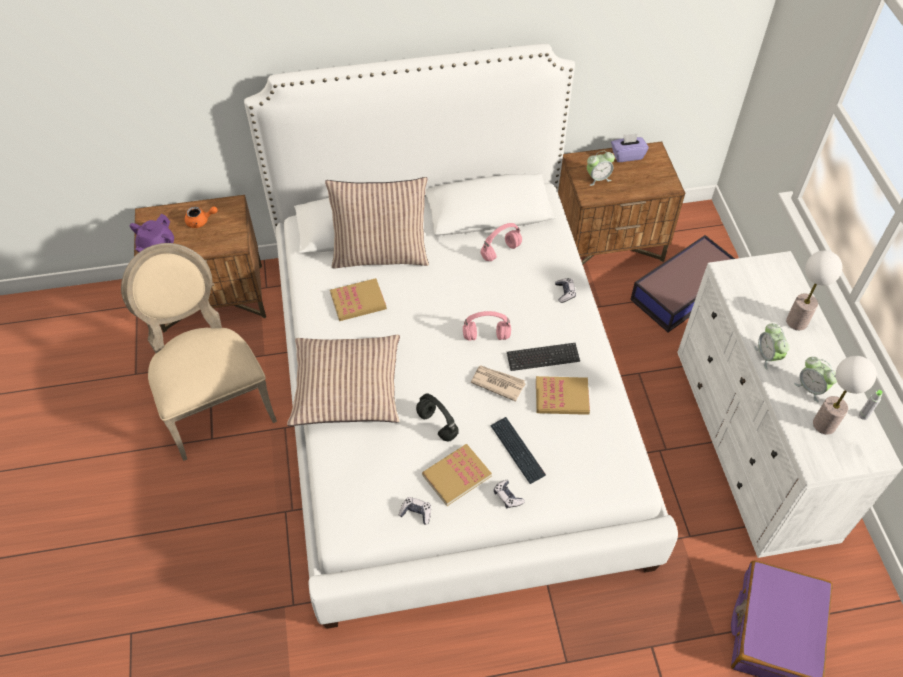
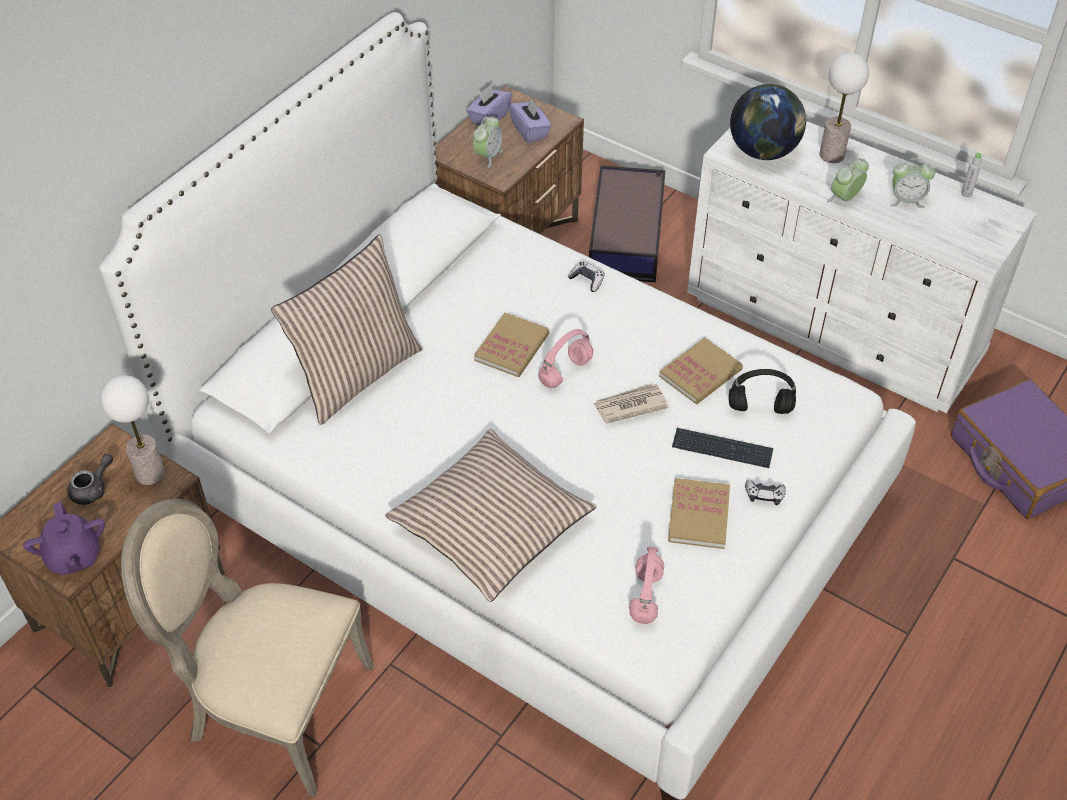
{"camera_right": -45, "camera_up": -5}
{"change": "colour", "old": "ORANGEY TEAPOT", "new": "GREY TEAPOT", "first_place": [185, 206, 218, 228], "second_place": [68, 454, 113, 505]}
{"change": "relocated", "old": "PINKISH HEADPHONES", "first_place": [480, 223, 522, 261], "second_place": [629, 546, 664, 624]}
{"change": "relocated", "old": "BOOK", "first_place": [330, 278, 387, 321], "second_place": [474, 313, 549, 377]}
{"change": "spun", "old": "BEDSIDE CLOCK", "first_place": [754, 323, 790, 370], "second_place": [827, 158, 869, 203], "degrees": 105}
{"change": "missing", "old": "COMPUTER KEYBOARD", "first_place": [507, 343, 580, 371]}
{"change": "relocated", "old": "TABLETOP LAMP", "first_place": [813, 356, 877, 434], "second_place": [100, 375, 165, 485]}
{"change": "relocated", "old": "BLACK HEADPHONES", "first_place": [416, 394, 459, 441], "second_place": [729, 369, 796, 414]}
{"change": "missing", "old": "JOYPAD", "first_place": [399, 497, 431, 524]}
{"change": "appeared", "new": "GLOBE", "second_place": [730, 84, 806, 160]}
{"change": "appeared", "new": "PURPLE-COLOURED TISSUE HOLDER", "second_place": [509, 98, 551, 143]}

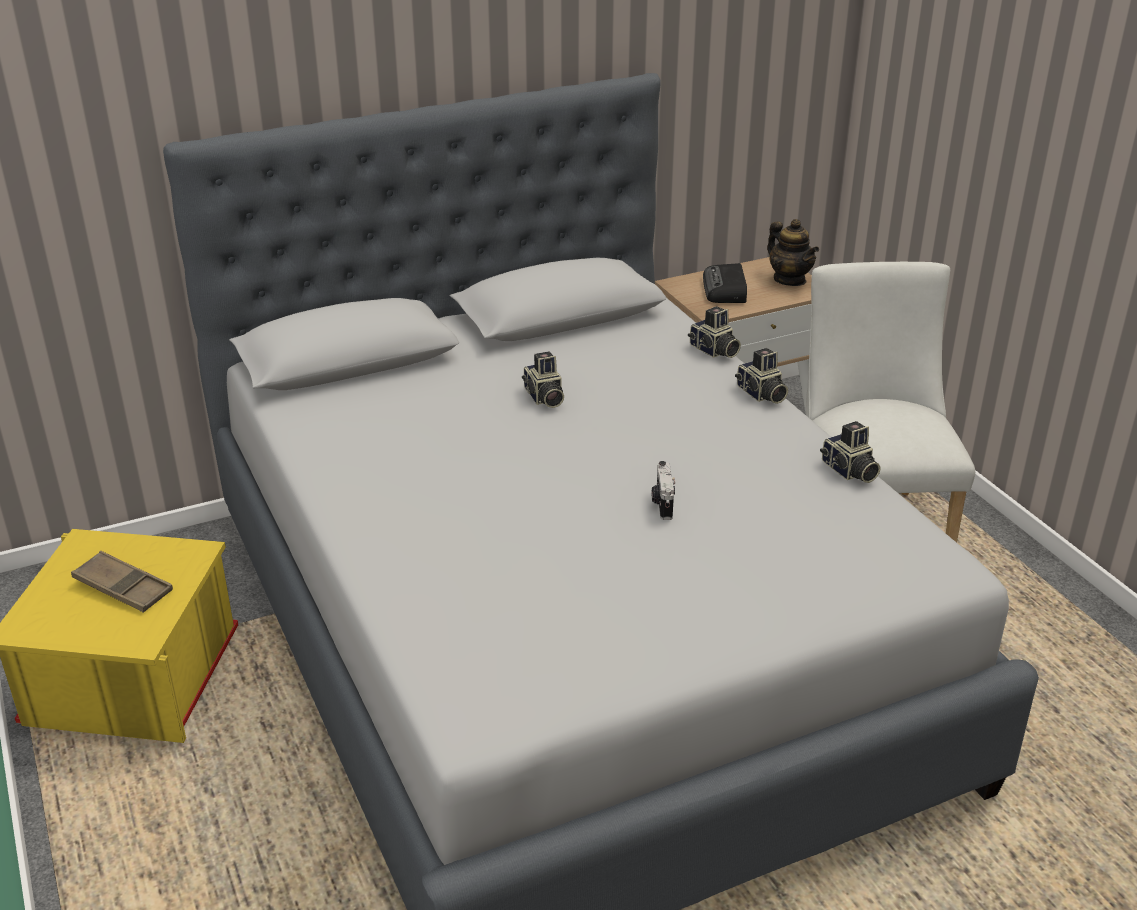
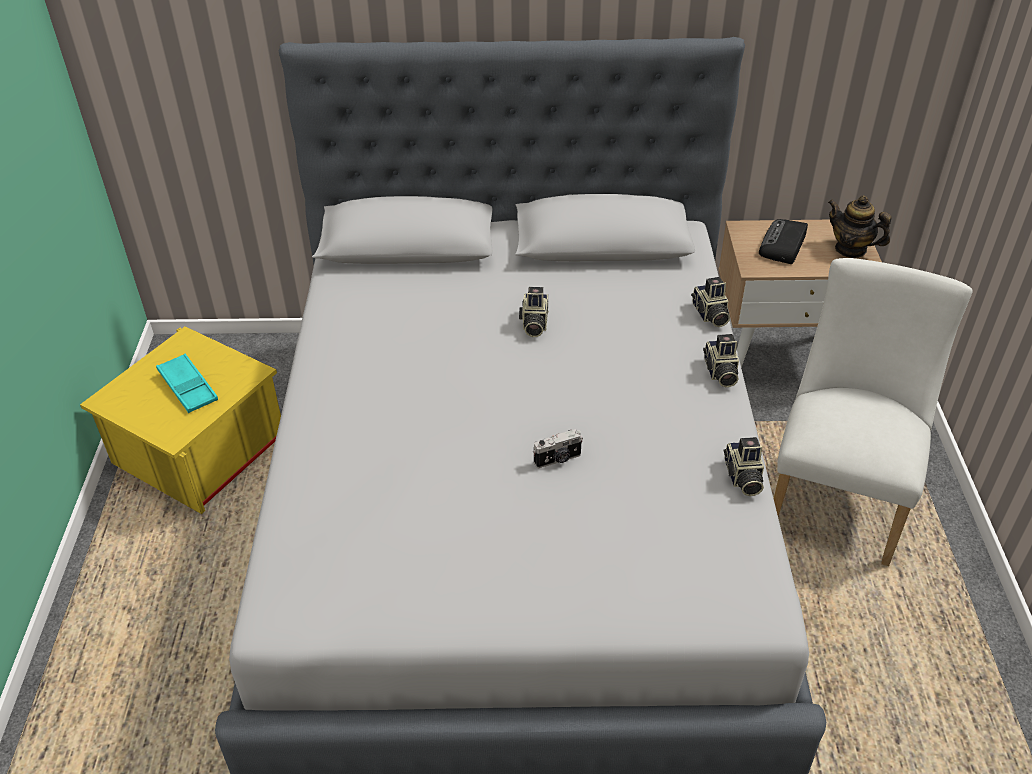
{"camera_right": 25, "camera_up": 10}
{"change": "spun", "old": "TEAPOT", "first_place": [767, 219, 819, 286], "second_place": [828, 195, 892, 258], "degrees": 135}
{"change": "spun", "old": "PHOTO CAMERA", "first_place": [652, 461, 675, 520], "second_place": [533, 429, 583, 468], "degrees": -135}
{"change": "colour", "old": "BROWNISH SERVING TRAY", "new": "TURQUOISE SERVING TRAY", "first_place": [71, 551, 173, 613], "second_place": [156, 354, 218, 413]}

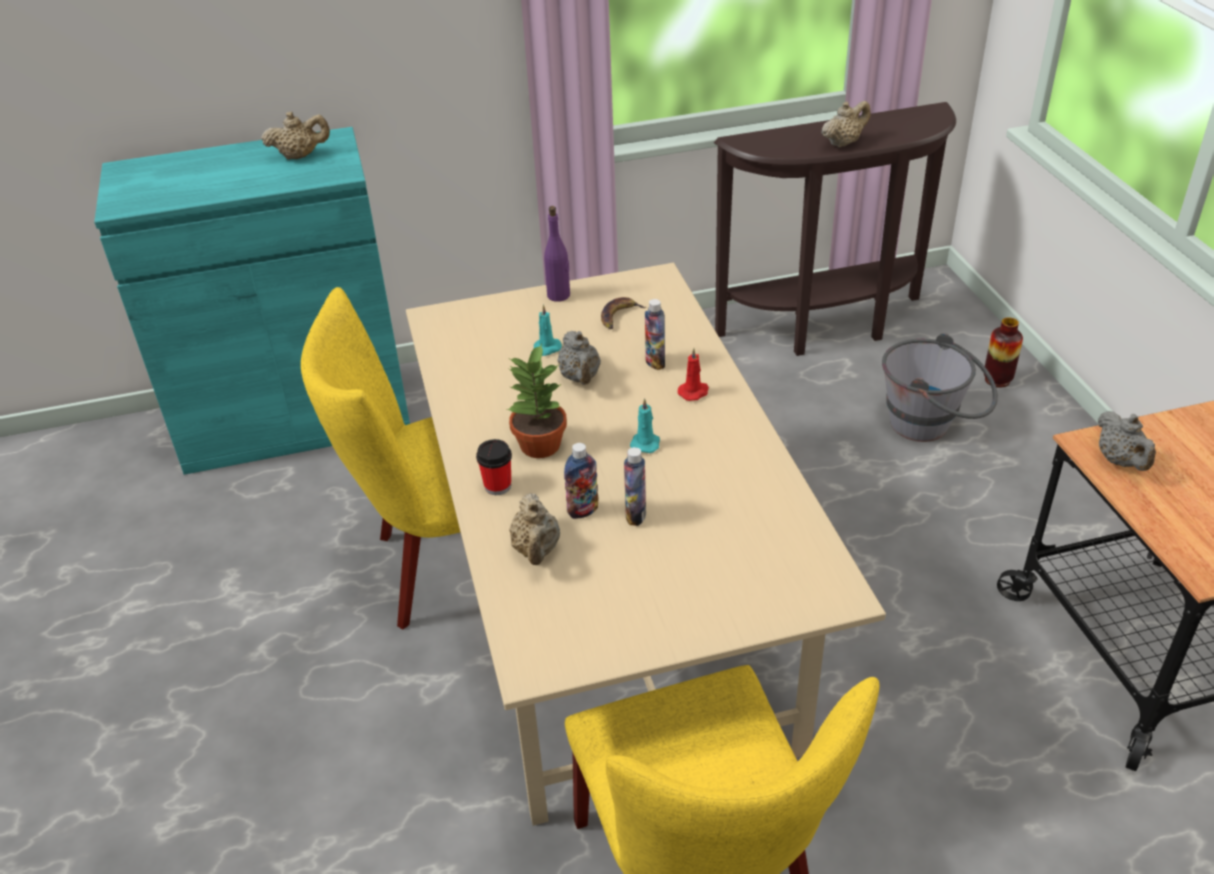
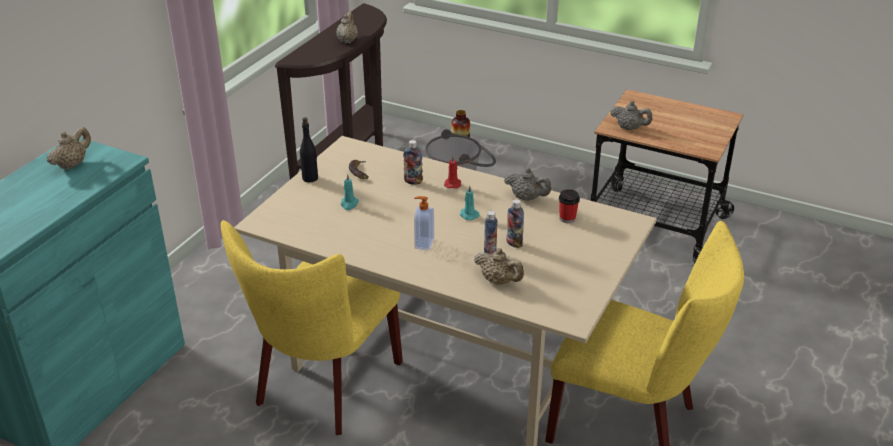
{"camera_right": -50, "camera_up": -5}
{"change": "colour", "old": "PURPLE-COLOURED DRINK BOTTLE", "new": "BLACK DRINK BOTTLE", "first_place": [544, 206, 570, 302], "second_place": [300, 117, 318, 182]}
{"change": "relocated", "old": "GREY TEAPOT", "first_place": [557, 331, 601, 385], "second_place": [504, 167, 551, 201]}
{"change": "exchanged", "old": "PLANT IN A POT", "new": "SOAP BOTTLE", "first_place": [507, 343, 567, 458], "second_place": [414, 196, 434, 251]}
{"change": "relocated", "old": "SMALL CUP", "first_place": [476, 439, 512, 495], "second_place": [559, 189, 580, 223]}

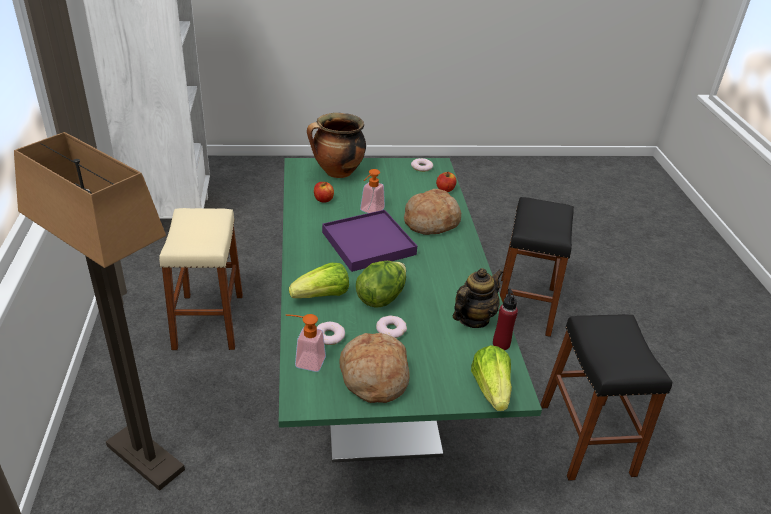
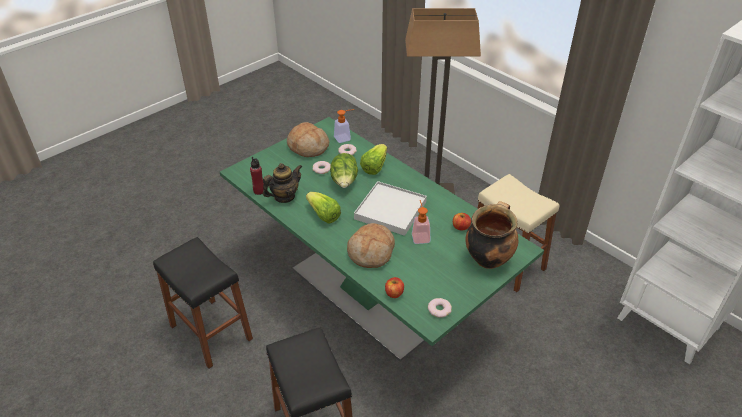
{"camera_right": 145, "camera_up": 5}
{"change": "colour", "old": "PURPLE-COLOURED SERVING TRAY", "new": "WHITE-COLOURED SERVING TRAY", "first_place": [322, 210, 417, 272], "second_place": [354, 181, 427, 236]}
{"change": "spun", "old": "TEAPOT", "first_place": [453, 268, 503, 328], "second_place": [263, 163, 302, 203], "degrees": -135}
{"change": "relocated", "old": "HEAD OF LETTUCE", "first_place": [471, 345, 512, 411], "second_place": [306, 192, 341, 223]}

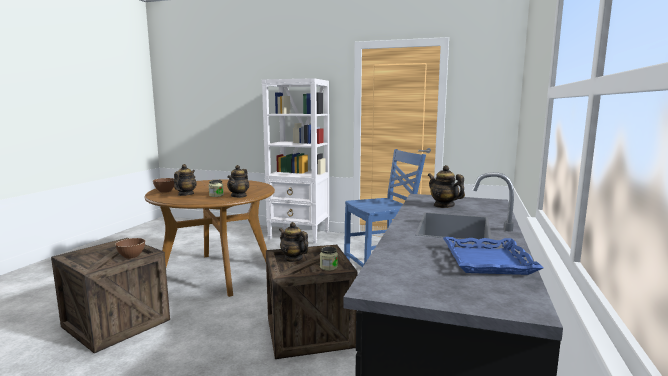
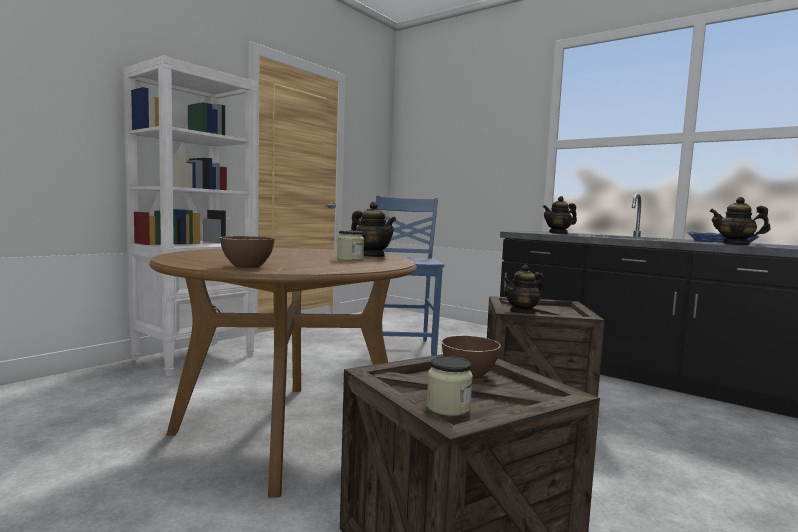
{"camera_right": -70, "camera_up": -5}
{"change": "relocated", "old": "TEAPOT", "first_place": [174, 164, 197, 196], "second_place": [709, 197, 771, 245]}
{"change": "relocated", "old": "STORAGE JAR", "first_place": [320, 246, 338, 271], "second_place": [427, 356, 473, 416]}

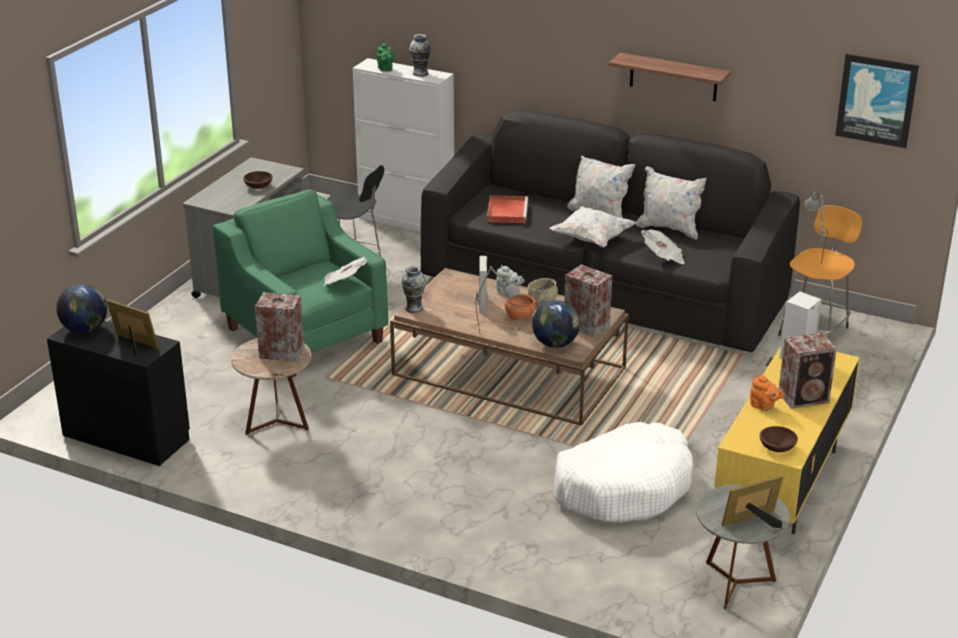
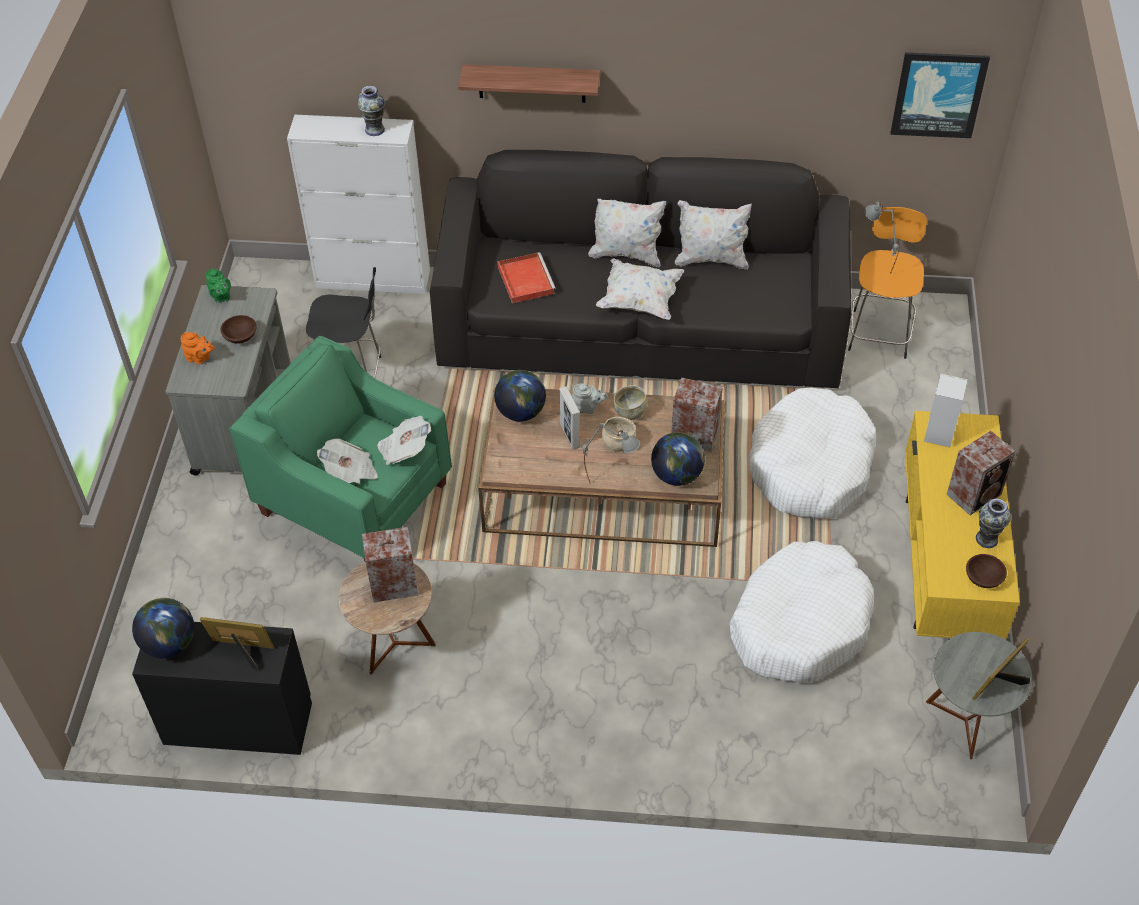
{"camera_right": -20, "camera_up": 20}
{"change": "relocated", "old": "GREEN TEAPOT", "first_place": [377, 43, 395, 72], "second_place": [206, 268, 231, 303]}
{"change": "relocated", "old": "WALL SHELF", "first_place": [609, 53, 731, 101], "second_place": [458, 64, 600, 103]}
{"change": "relocated", "old": "NEWSPAPER", "first_place": [641, 230, 684, 264], "second_place": [317, 439, 378, 484]}
{"change": "relocated", "old": "DECORATIVE VASE", "first_place": [401, 266, 427, 313], "second_place": [976, 498, 1011, 548]}
{"change": "colour", "old": "ORANGEY SERVING BOWL", "new": "BEIGE SERVING BOWL", "first_place": [505, 293, 535, 321], "second_place": [602, 417, 636, 452]}
{"change": "relocated", "old": "ORANGEY TEAPOT", "first_place": [750, 375, 784, 411], "second_place": [180, 332, 214, 364]}
{"change": "appeared", "new": "GLOBE", "second_place": [494, 370, 546, 421]}
{"change": "appeared", "new": "WHITE-COLOURED PET BED", "second_place": [748, 388, 876, 519]}

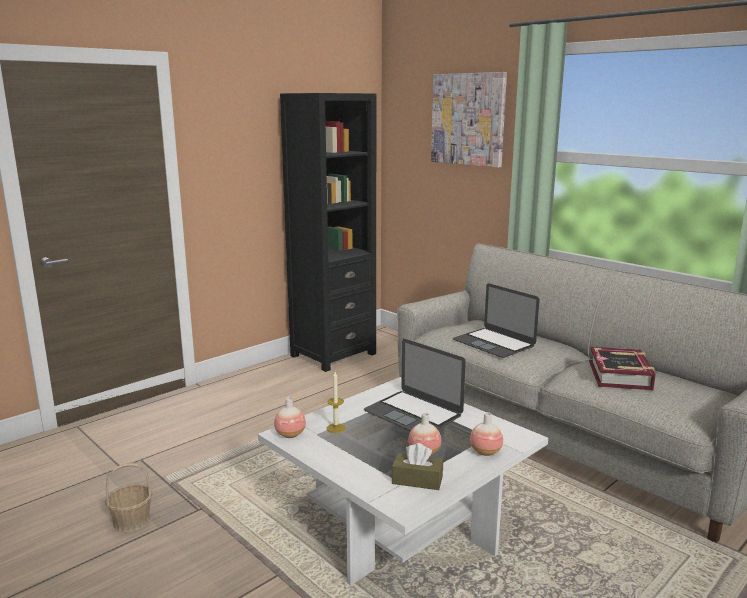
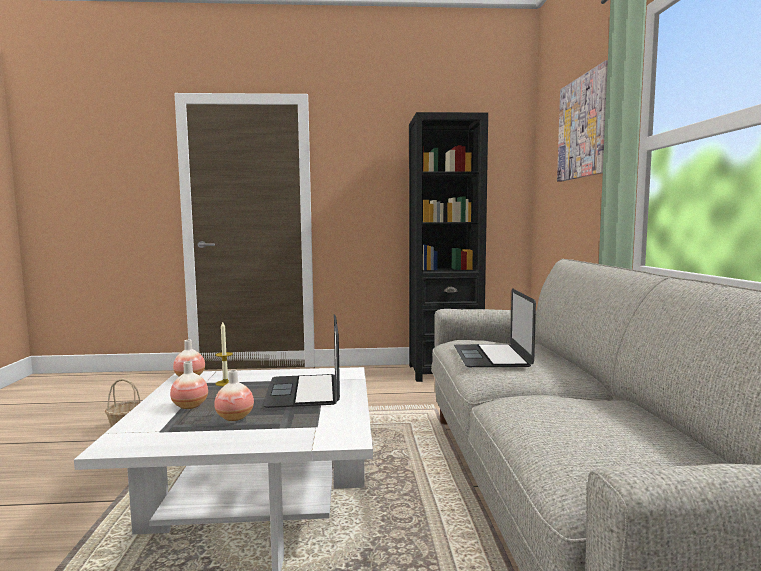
{"camera_right": 40, "camera_up": -10}
{"change": "missing", "old": "BOOK", "first_place": [589, 347, 656, 391]}
{"change": "relocated", "old": "DECORATIVE VASE", "first_place": [470, 412, 503, 456], "second_place": [170, 361, 208, 409]}
{"change": "missing", "old": "BROWNISH TISSUE HOLDER", "first_place": [392, 443, 443, 490]}

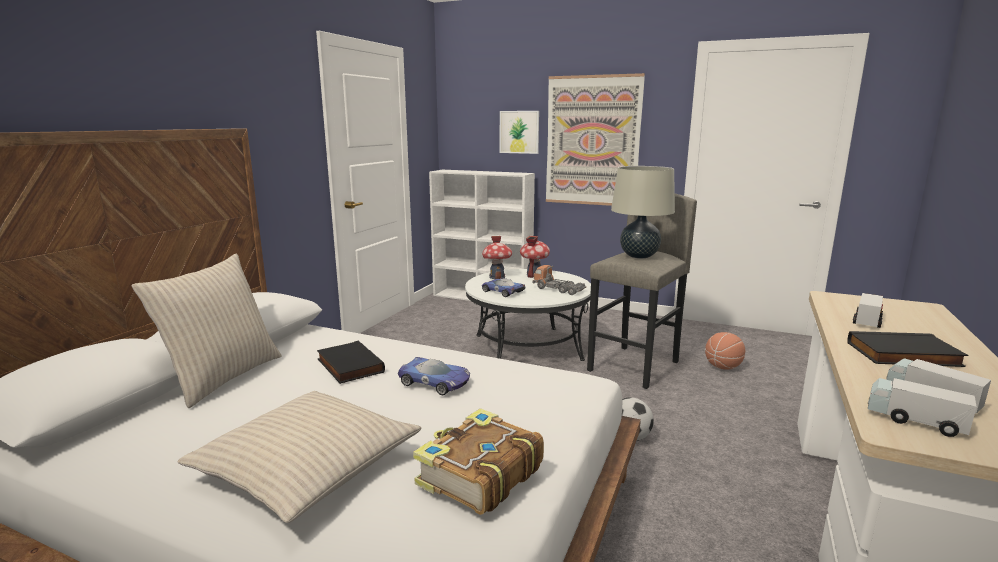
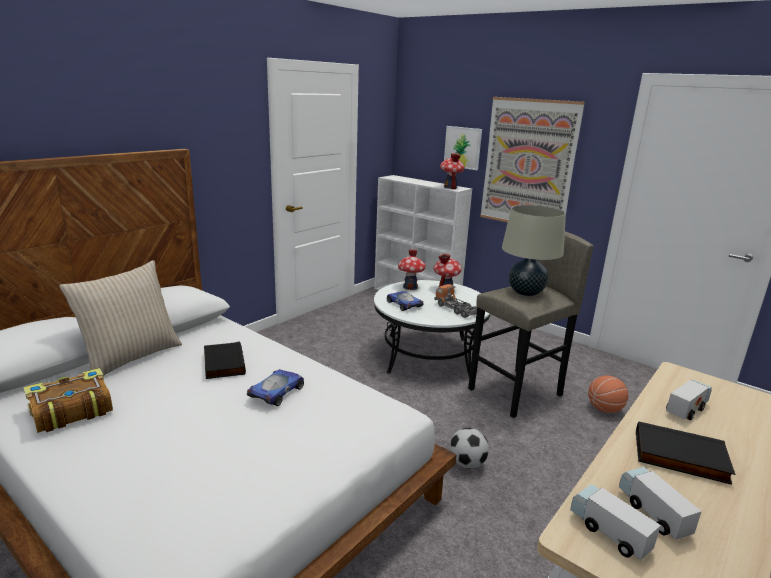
{"camera_right": 15, "camera_up": 5}
{"change": "spun", "old": "MODEL CAR", "first_place": [398, 357, 470, 395], "second_place": [247, 369, 304, 406], "degrees": -105}
{"change": "missing", "old": "BEIGE THROW PILLOW", "first_place": [178, 391, 422, 523]}
{"change": "relocated", "old": "BOOK", "first_place": [413, 408, 544, 515], "second_place": [24, 368, 113, 433]}
{"change": "appeared", "new": "MODEL HOUSE", "second_place": [440, 153, 465, 189]}

